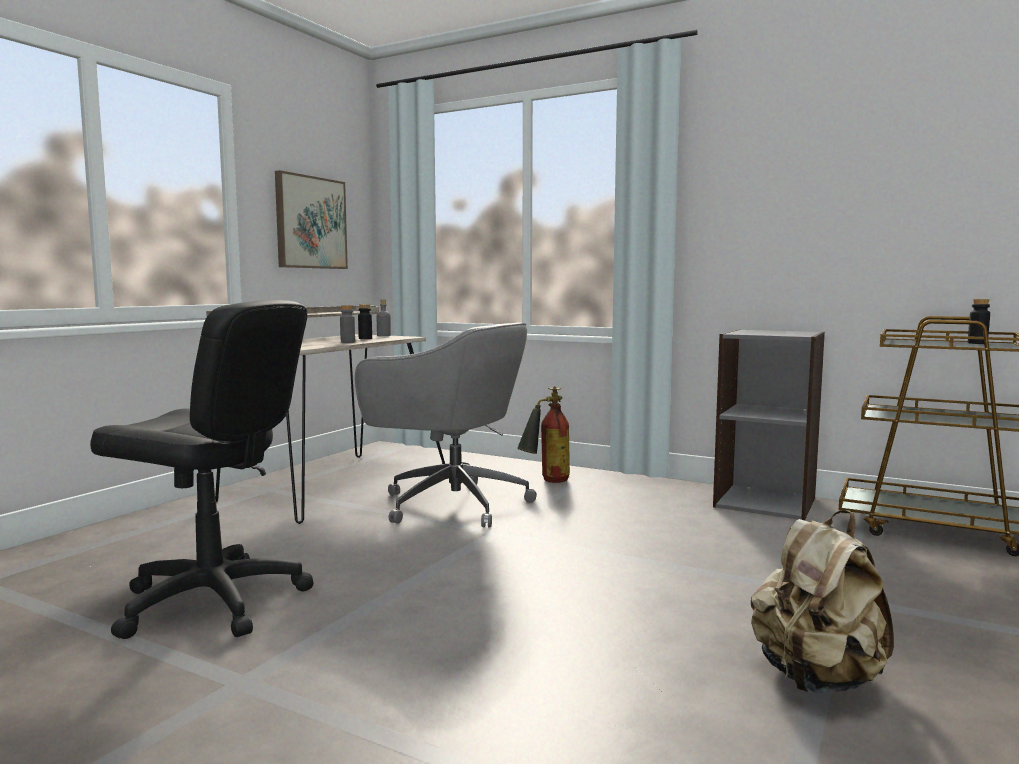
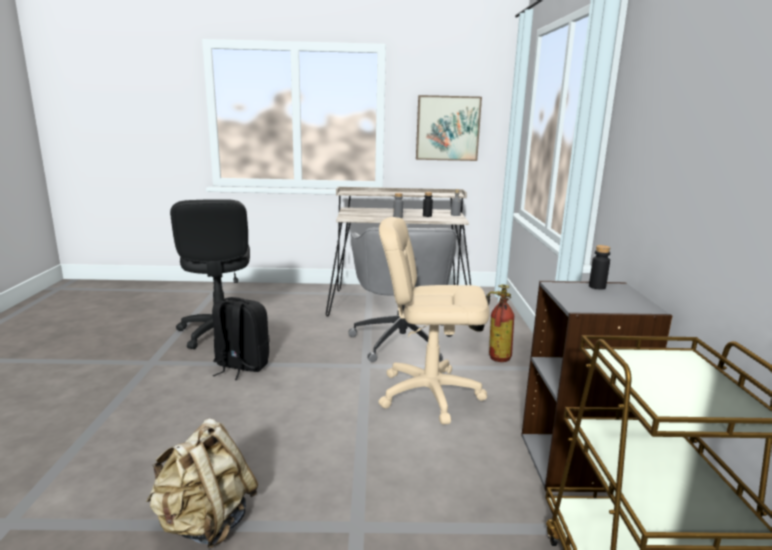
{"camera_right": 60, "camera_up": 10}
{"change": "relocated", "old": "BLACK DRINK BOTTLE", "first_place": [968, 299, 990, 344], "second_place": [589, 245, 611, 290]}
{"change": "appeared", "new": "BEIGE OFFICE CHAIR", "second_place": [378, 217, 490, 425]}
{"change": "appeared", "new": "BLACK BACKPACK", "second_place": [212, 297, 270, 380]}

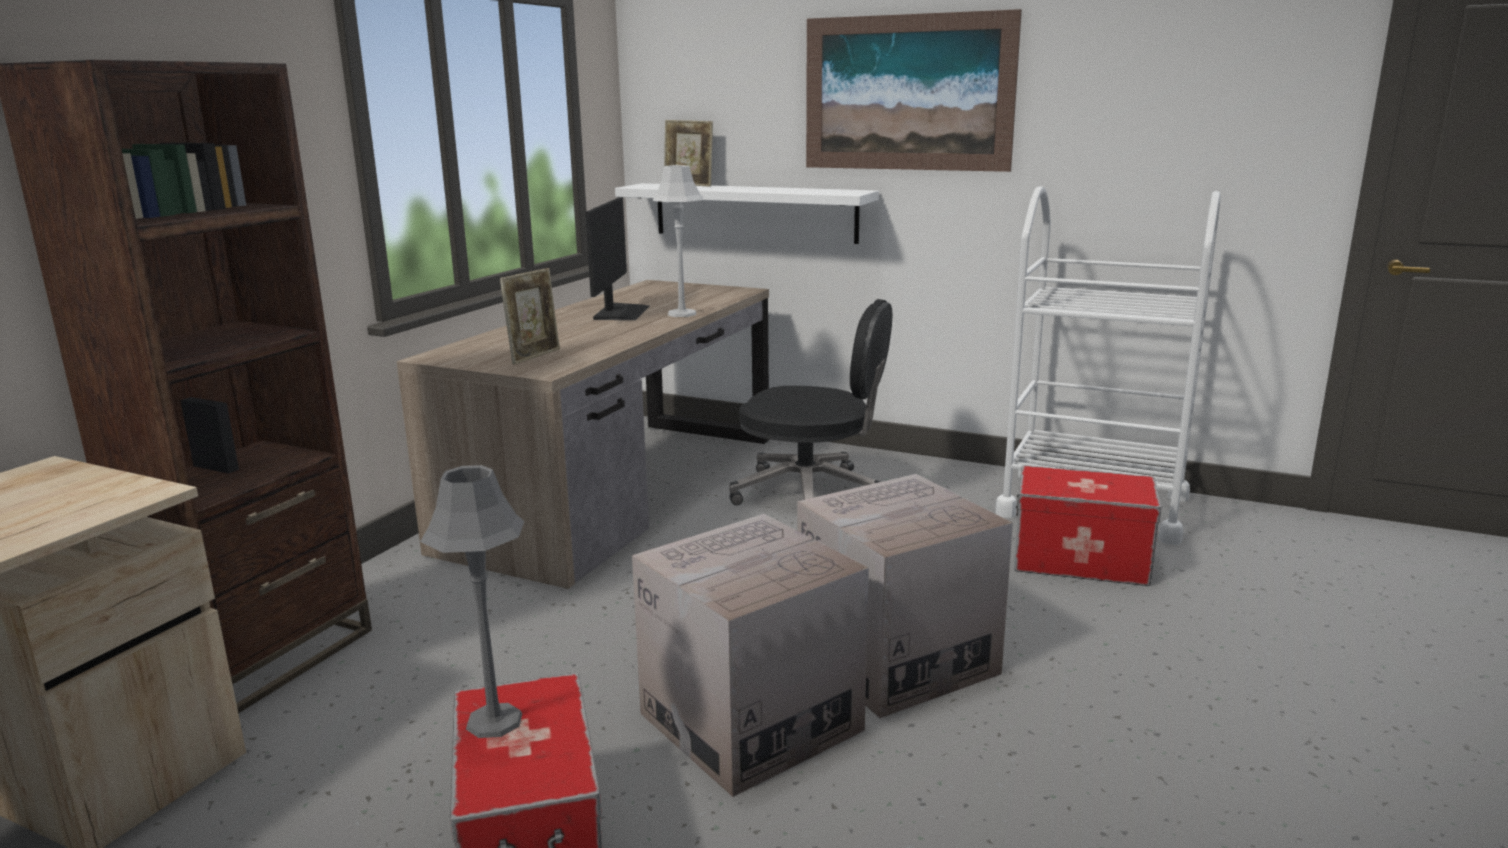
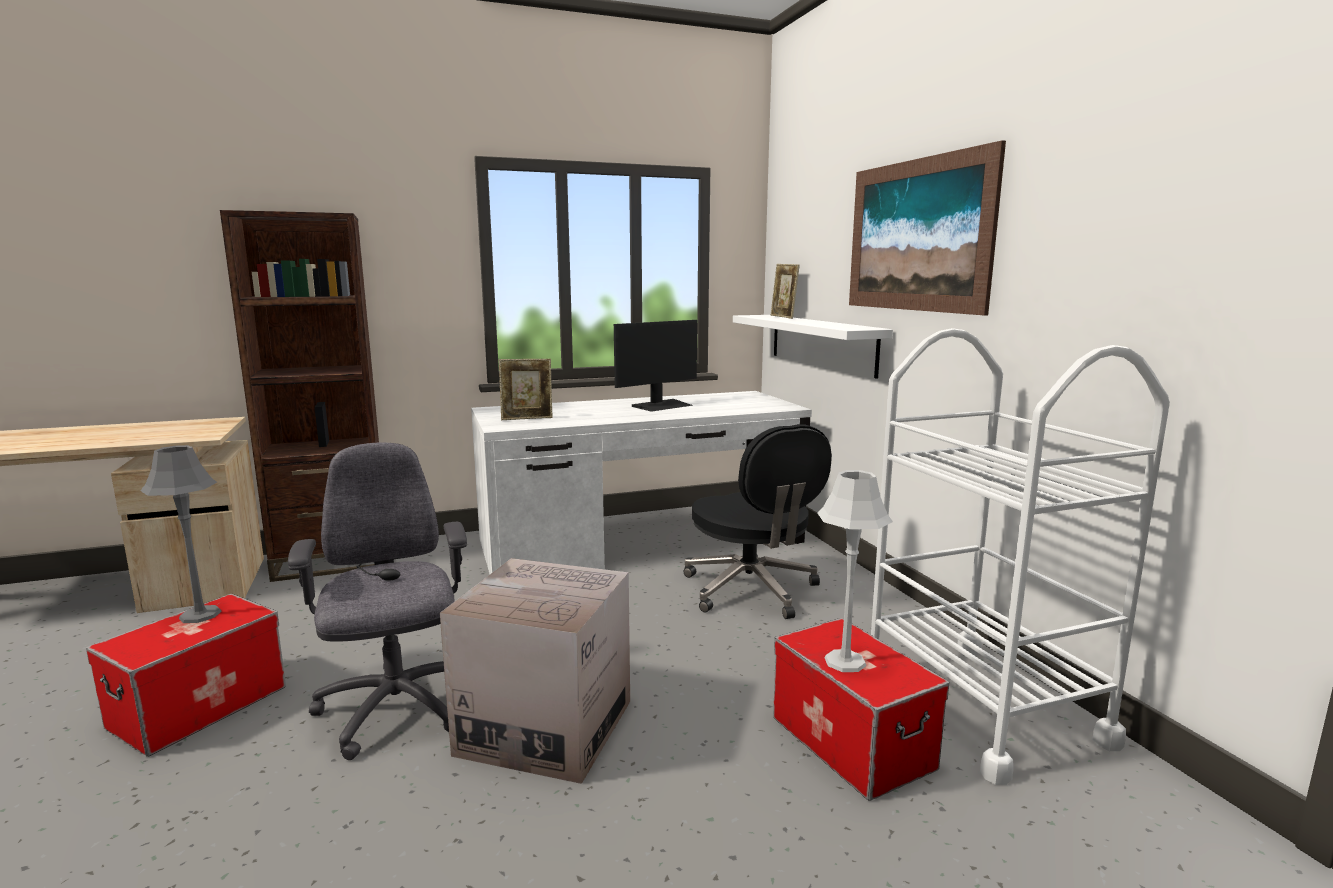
{"camera_right": 45, "camera_up": -5}
{"change": "relocated", "old": "GREY TABLETOP LAMP", "first_place": [652, 165, 703, 317], "second_place": [817, 470, 893, 672]}
{"change": "colour", "old": "BROWNISH DESK TABLE", "new": "WHITE-COLOURED DESK TABLE", "first_place": [397, 280, 769, 589], "second_place": [471, 391, 812, 574]}
{"change": "exchanged", "old": "CARDBOARD BOX", "new": "GREY OFFICE CHAIR", "first_place": [632, 514, 869, 797], "second_place": [288, 443, 467, 760]}

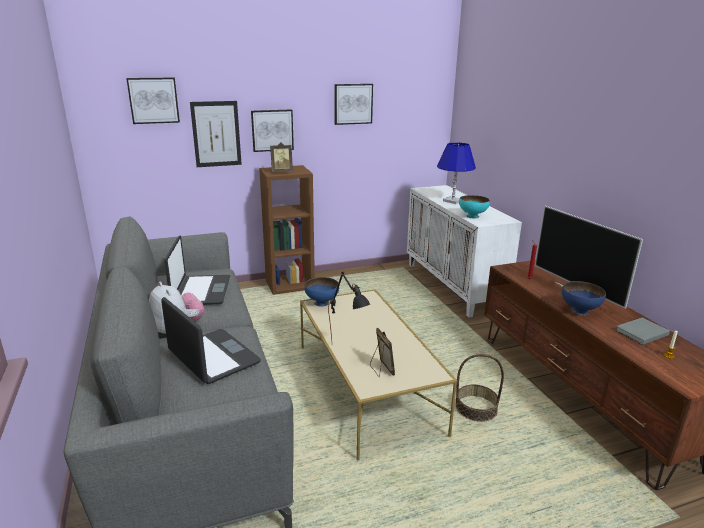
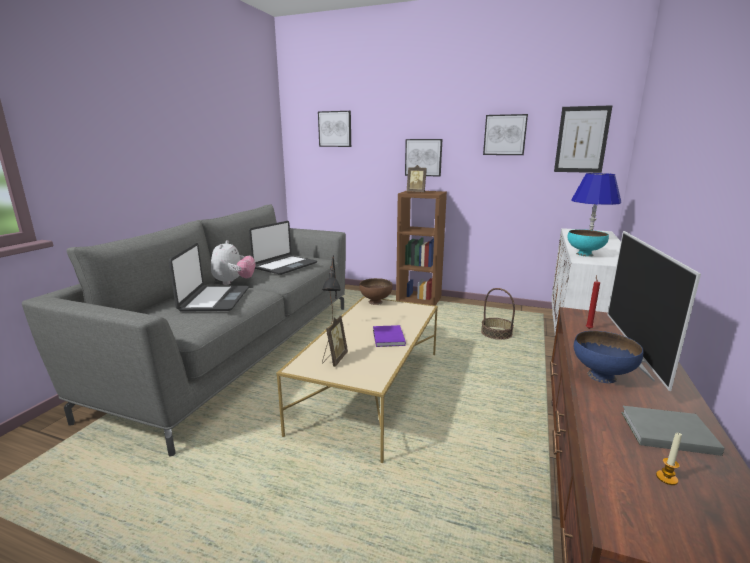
{"camera_right": 40, "camera_up": -5}
{"change": "relocated", "old": "WALL ART", "first_place": [190, 101, 242, 167], "second_place": [554, 105, 613, 173]}
{"change": "colour", "old": "BLUE SERVING BOWL", "new": "BROWNISH SERVING BOWL", "first_place": [304, 277, 339, 307], "second_place": [359, 278, 393, 305]}
{"change": "relocated", "old": "STORAGE BASKET", "first_place": [456, 354, 504, 422], "second_place": [481, 288, 515, 340]}
{"change": "appeared", "new": "PURPLE-COLOURED BOOK", "second_place": [373, 325, 406, 347]}

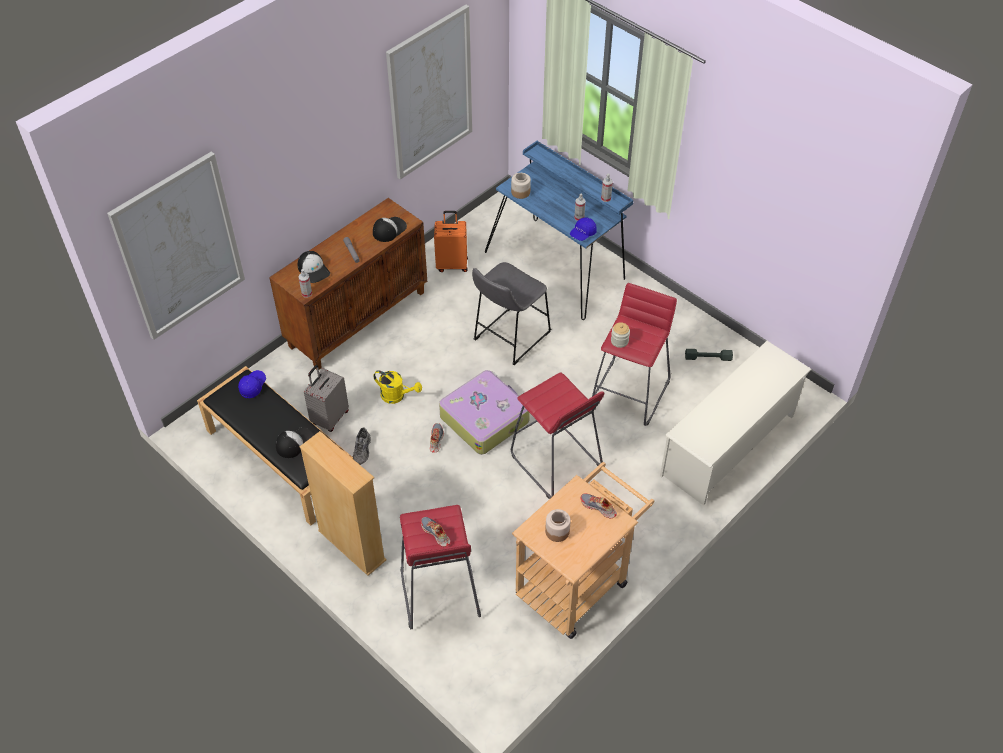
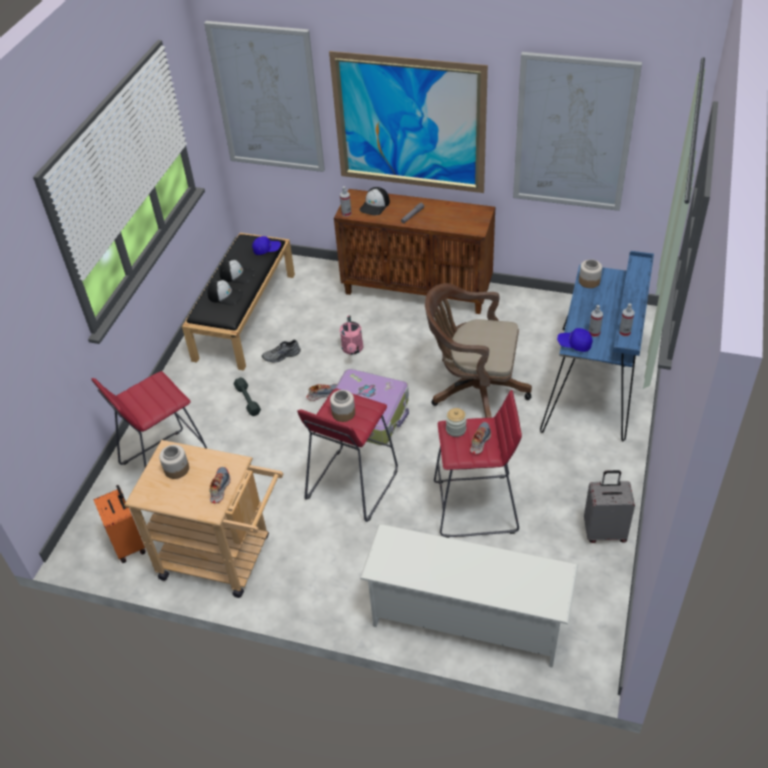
{"camera_right": 65, "camera_up": -5}
{"change": "relocated", "old": "ORANGEY PIECE OF LUGGAGE", "first_place": [434, 211, 468, 272], "second_place": [93, 485, 146, 563]}
{"change": "relocated", "old": "PEAKED CAP", "first_place": [373, 217, 407, 242], "second_place": [219, 259, 255, 284]}
{"change": "exchanged", "old": "GREY STOOL SEAT", "new": "BROWNISH OFFICE CHAIR", "first_place": [472, 262, 551, 365], "second_place": [425, 283, 532, 418]}
{"change": "relocated", "old": "GREY DUMBBELL", "first_place": [685, 349, 733, 361], "second_place": [234, 377, 261, 416]}
{"change": "relocated", "old": "GREY PIECE OF LUGGAGE", "first_place": [304, 365, 349, 432], "second_place": [584, 470, 635, 543]}
{"change": "colour", "old": "YELLOW WATERING CAN", "new": "PINKISH WATERING CAN", "first_place": [373, 370, 422, 404], "second_place": [340, 315, 363, 355]}
{"change": "missing", "old": "BEIGE BOOKSHELF", "first_place": [300, 431, 387, 576]}
{"change": "relocated", "old": "LOW SHOE", "first_place": [421, 517, 450, 547], "second_place": [470, 422, 491, 454]}
{"change": "appeared", "new": "WALL ART", "second_place": [329, 51, 488, 193]}
{"change": "appeared", "new": "STORAGE JAR", "second_place": [330, 390, 355, 422]}

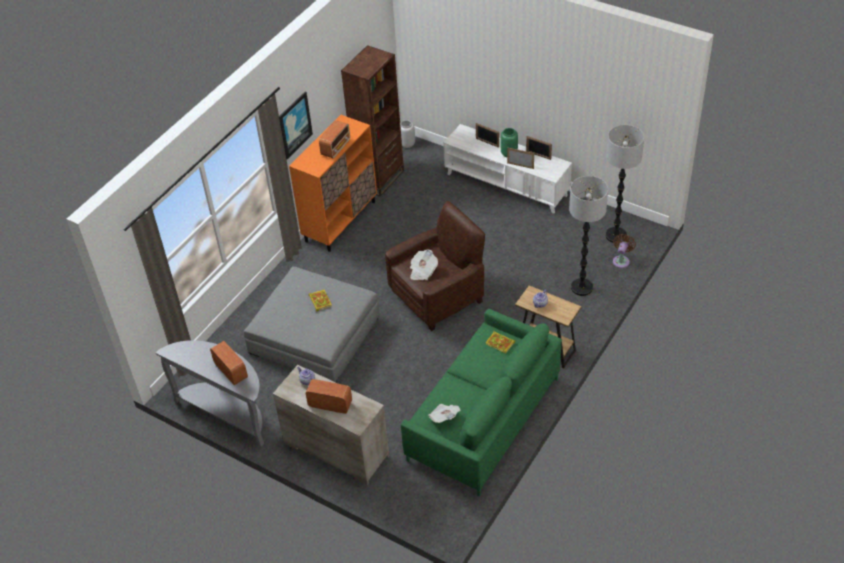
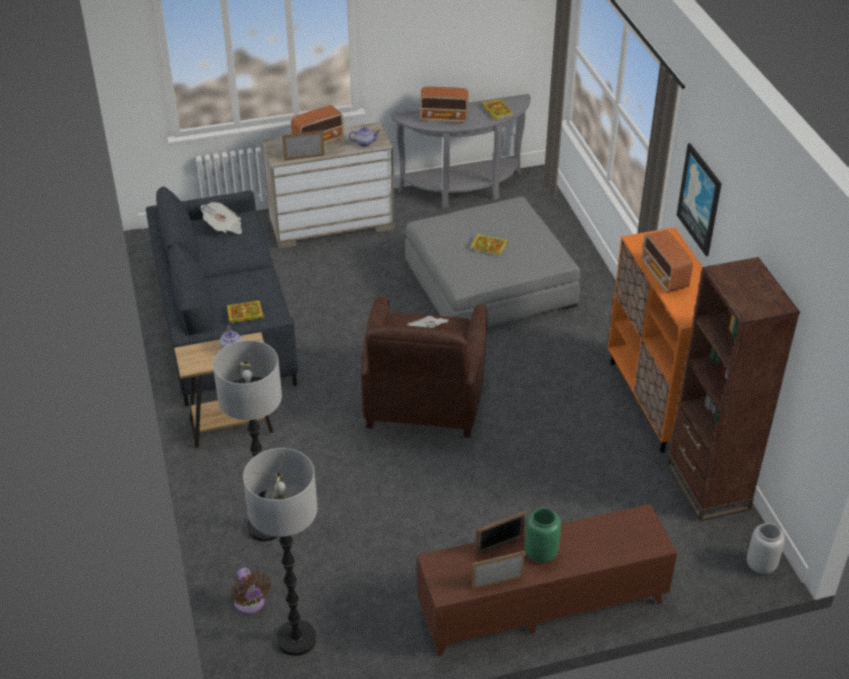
{"camera_right": 130, "camera_up": -5}
{"change": "relocated", "old": "PHOTO FRAME", "first_place": [476, 123, 499, 148], "second_place": [282, 130, 324, 161]}
{"change": "colour", "old": "WHITE-COLOURED TV UNIT", "new": "BROWNISH TV UNIT", "first_place": [443, 124, 572, 214], "second_place": [417, 504, 677, 656]}
{"change": "colour", "old": "GREEN SETTEE", "new": "GREY SETTEE", "first_place": [401, 309, 562, 497], "second_place": [146, 186, 298, 406]}
{"change": "appeared", "new": "BOOK", "second_place": [482, 99, 513, 120]}

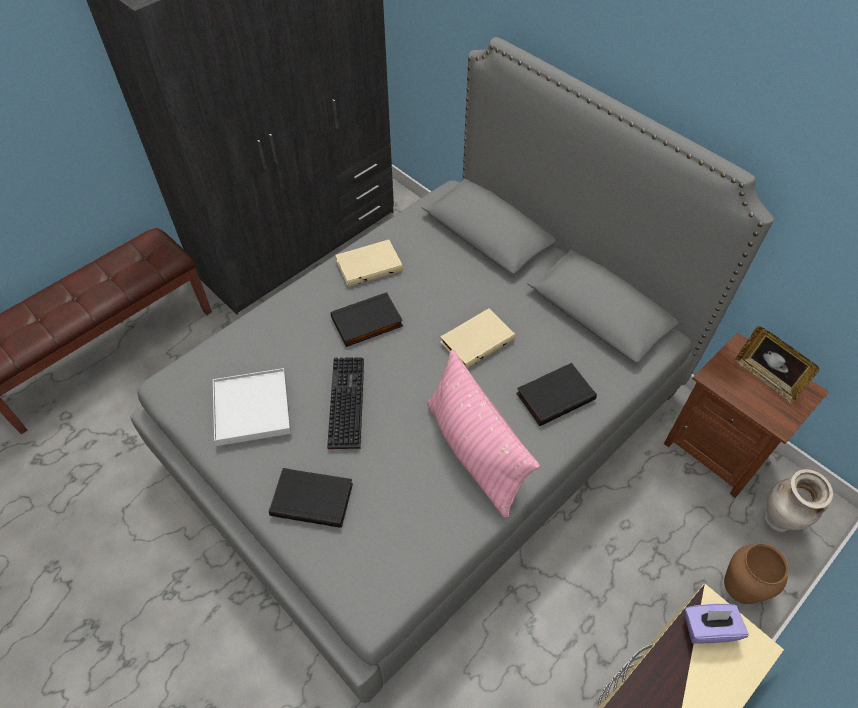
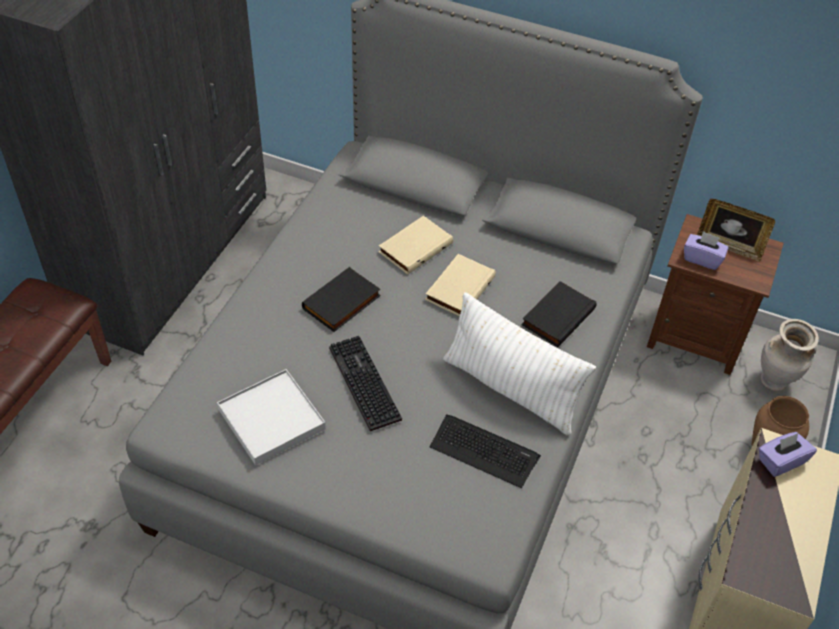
{"camera_right": -25, "camera_up": -5}
{"change": "relocated", "old": "BEIGE BOOK", "first_place": [335, 240, 403, 287], "second_place": [379, 216, 453, 275]}
{"change": "colour", "old": "PINKISH THROW PILLOW", "new": "WHITE-COLOURED THROW PILLOW", "first_place": [427, 350, 540, 518], "second_place": [443, 293, 596, 436]}
{"change": "missing", "old": "BLACK BOOK", "first_place": [269, 468, 353, 528]}
{"change": "appeared", "new": "PURPLE-COLOURED TISSUE HOLDER", "second_place": [684, 231, 728, 270]}
{"change": "appeared", "new": "COMPUTER KEYBOARD", "second_place": [430, 414, 541, 488]}

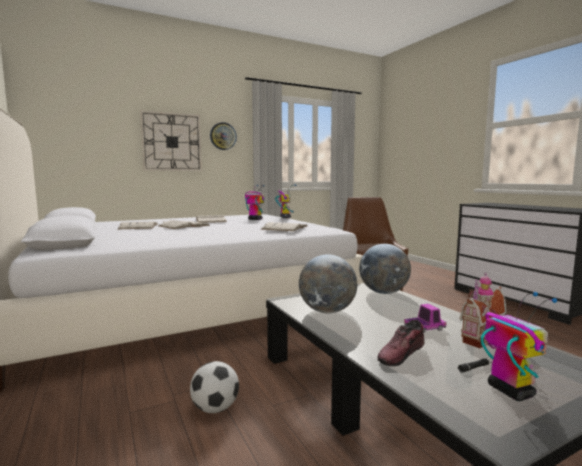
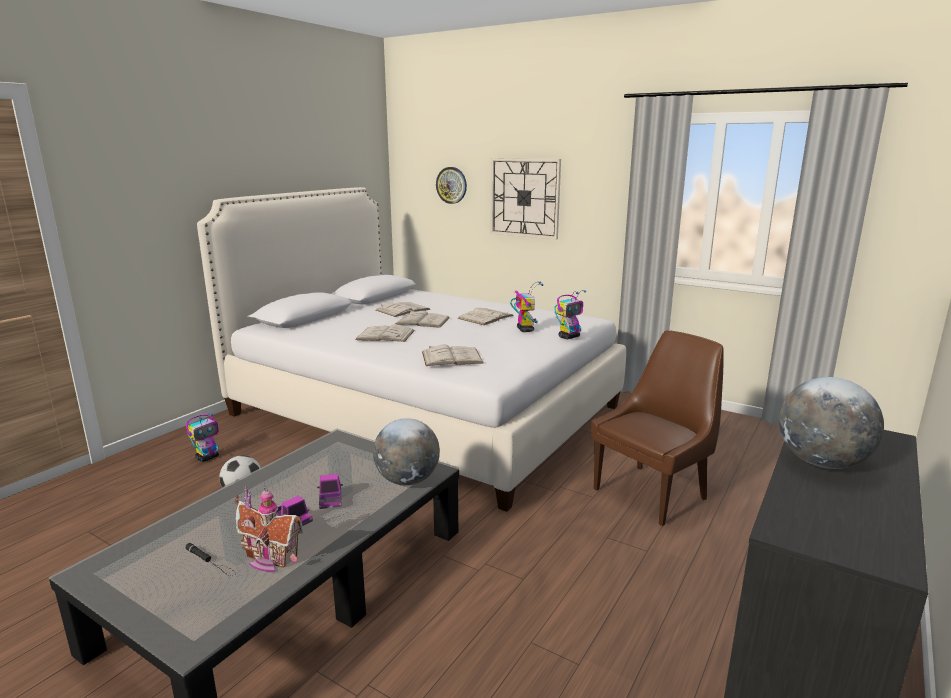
{"camera_right": 60, "camera_up": 10}
{"change": "relocated", "old": "WALL CLOCK", "first_place": [210, 122, 237, 150], "second_place": [436, 167, 467, 204]}
{"change": "relocated", "old": "GLOBE", "first_place": [299, 254, 357, 313], "second_place": [779, 377, 884, 469]}
{"change": "relocated", "old": "ROBOT FIGURE", "first_place": [481, 292, 557, 401], "second_place": [186, 413, 219, 462]}
{"change": "missing", "old": "LOW SHOE", "first_place": [378, 320, 425, 366]}
{"change": "appeared", "new": "WHITE-COLOURED BOOK", "second_place": [355, 324, 415, 342]}
{"change": "appeared", "new": "TOY LORRY", "second_place": [317, 474, 343, 509]}

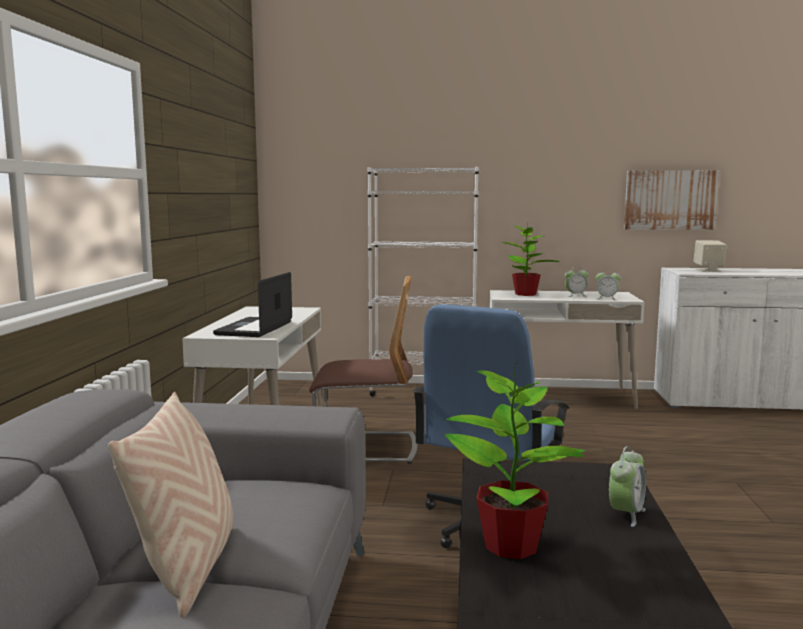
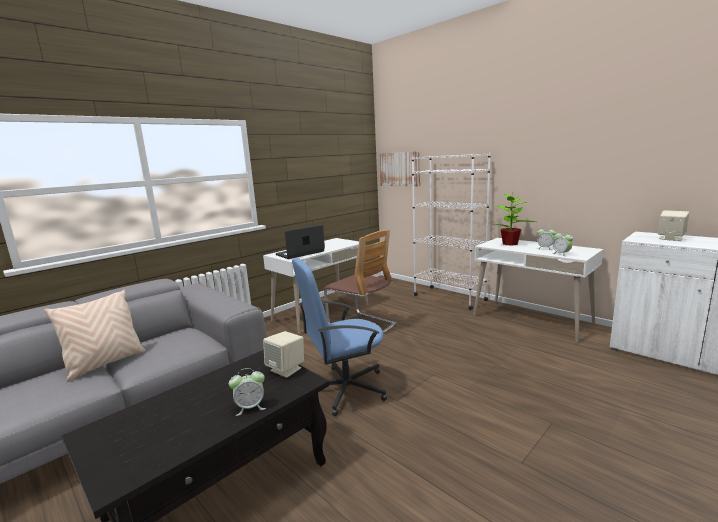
{"camera_right": 40, "camera_up": 5}
{"change": "relocated", "old": "WALL ART", "first_place": [624, 170, 719, 230], "second_place": [379, 151, 420, 186]}
{"change": "missing", "old": "PLANT IN A POT", "first_place": [445, 362, 586, 559]}
{"change": "appeared", "new": "BEIGE SPEAKER", "second_place": [263, 331, 304, 378]}

